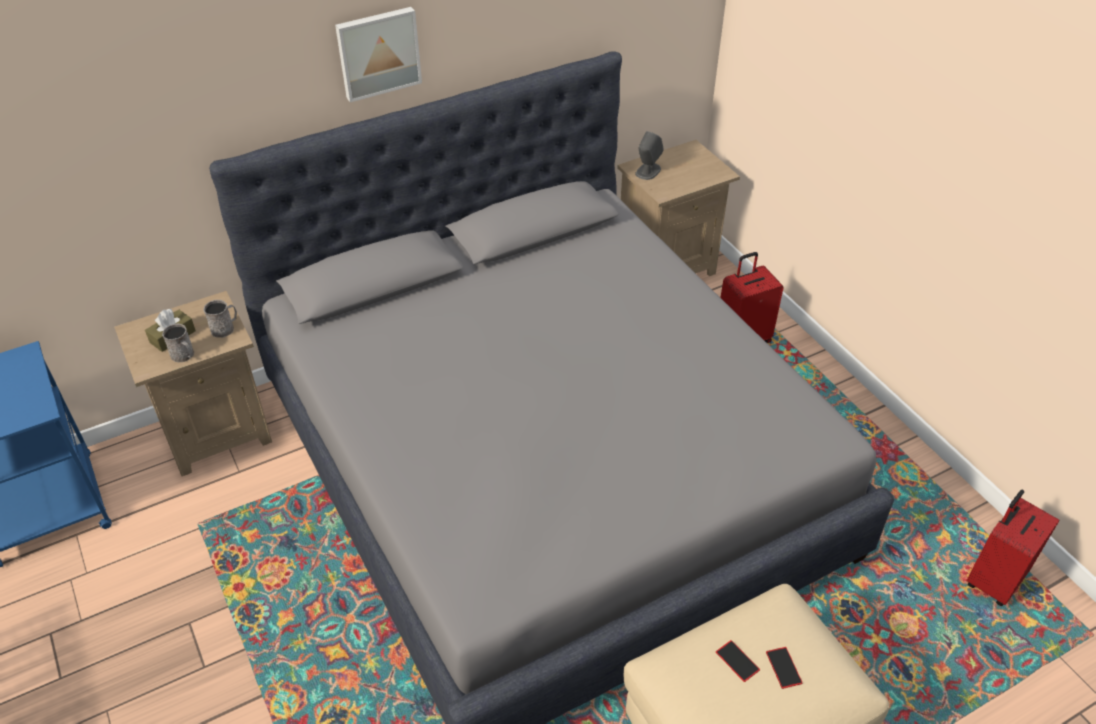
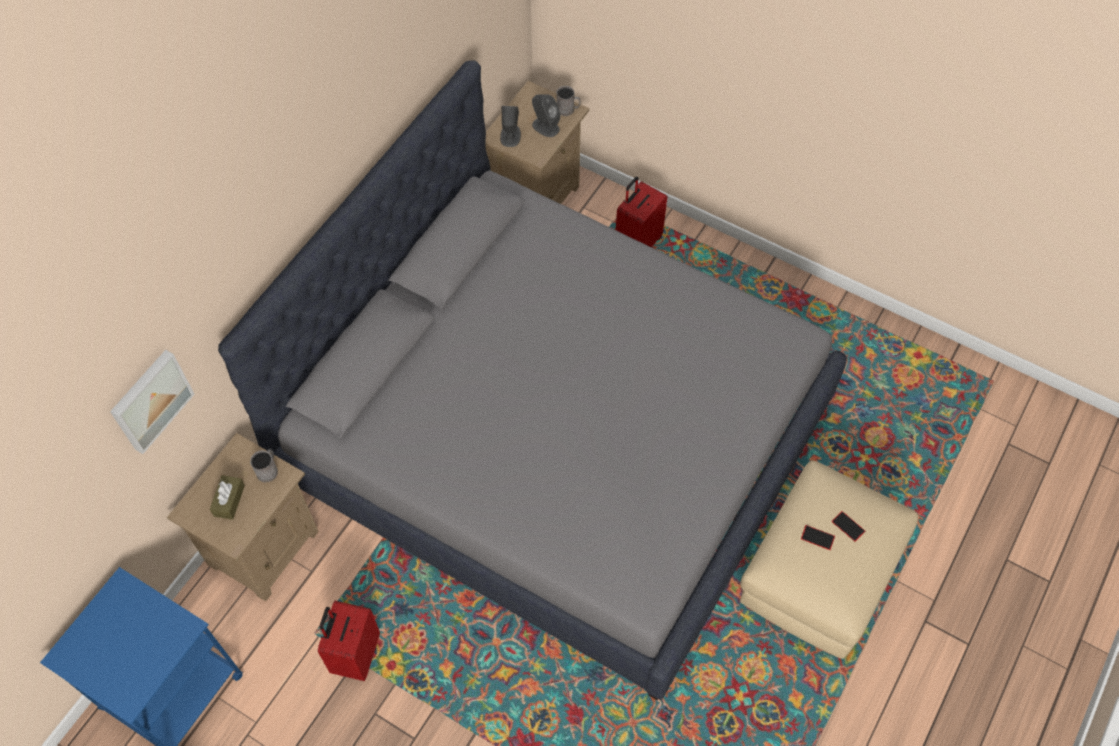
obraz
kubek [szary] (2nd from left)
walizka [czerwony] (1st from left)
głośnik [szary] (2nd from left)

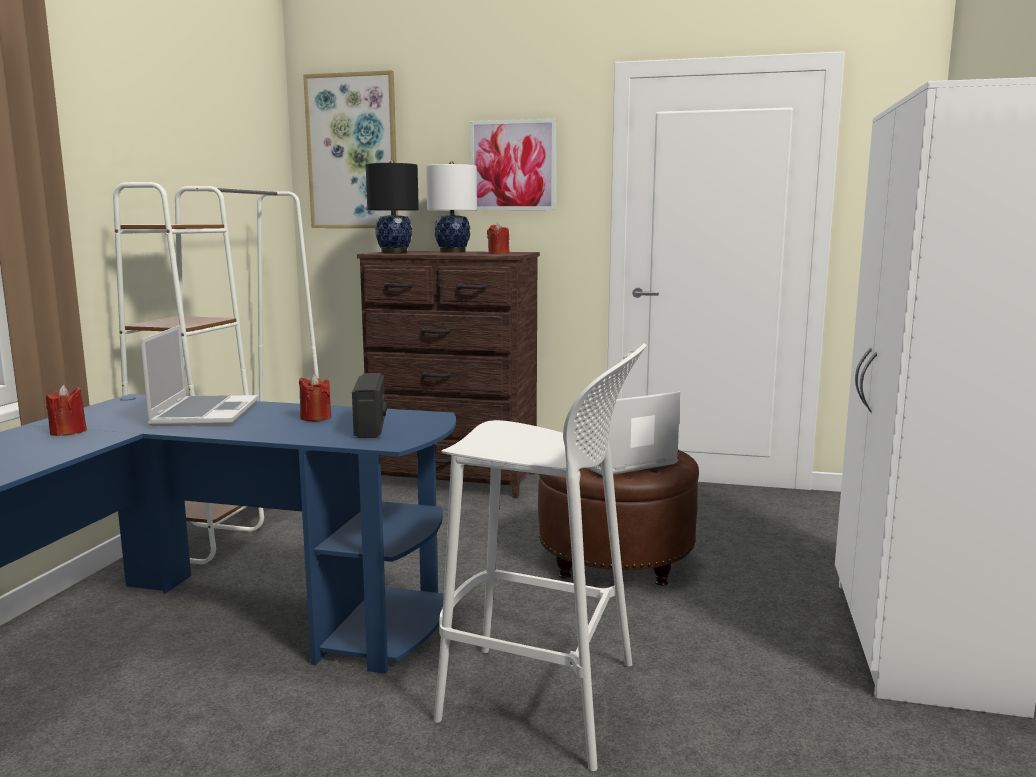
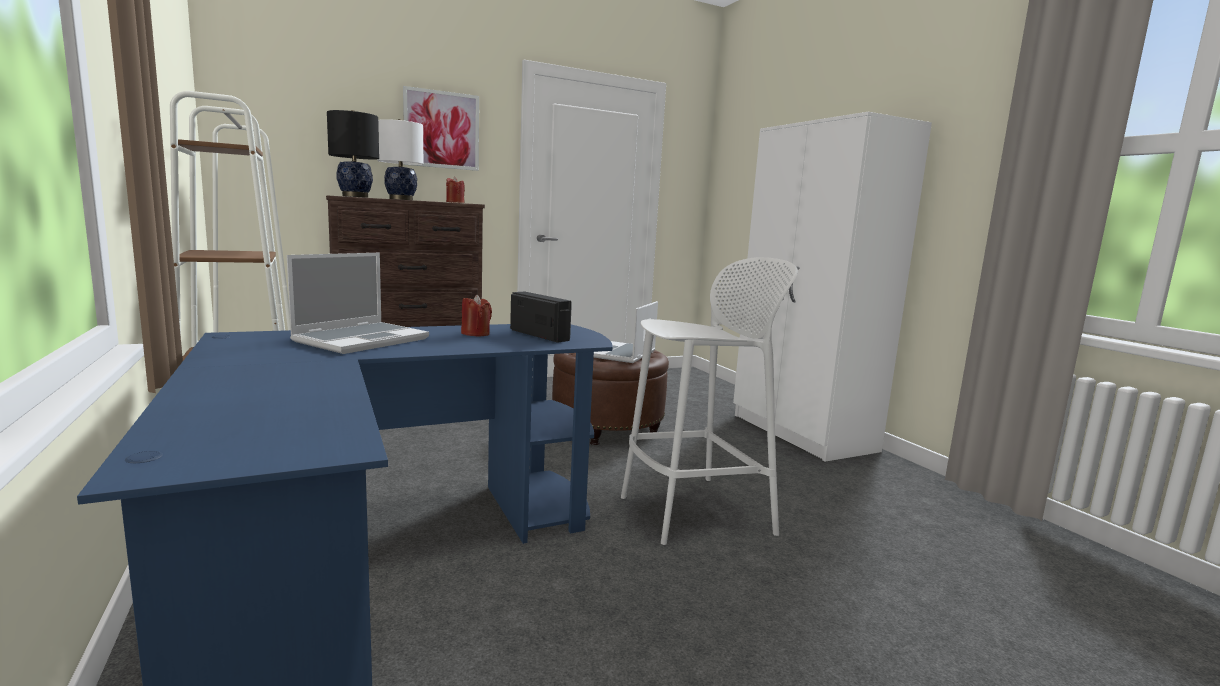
obraz (1st from left in the first image)
laptop (1st from left)
świeca [czerwony] (1st from left in the first image)

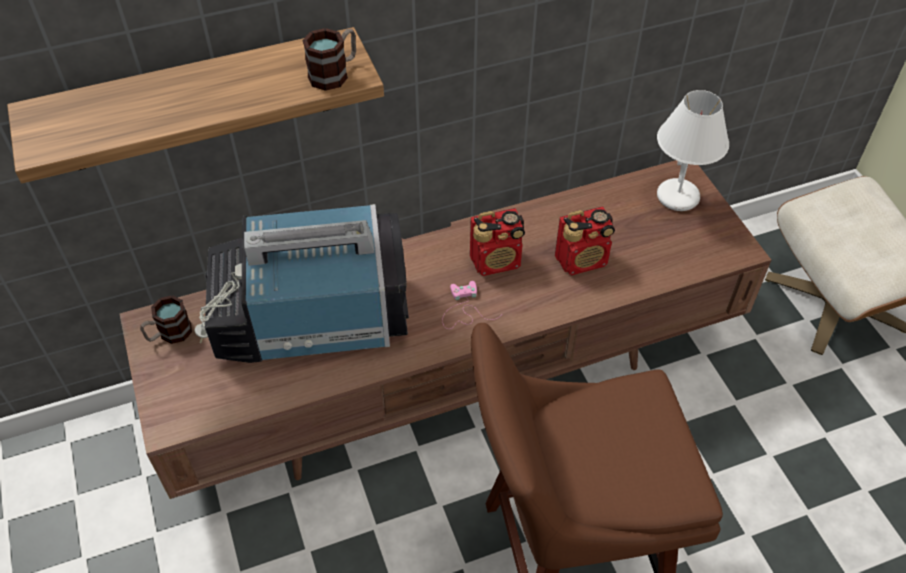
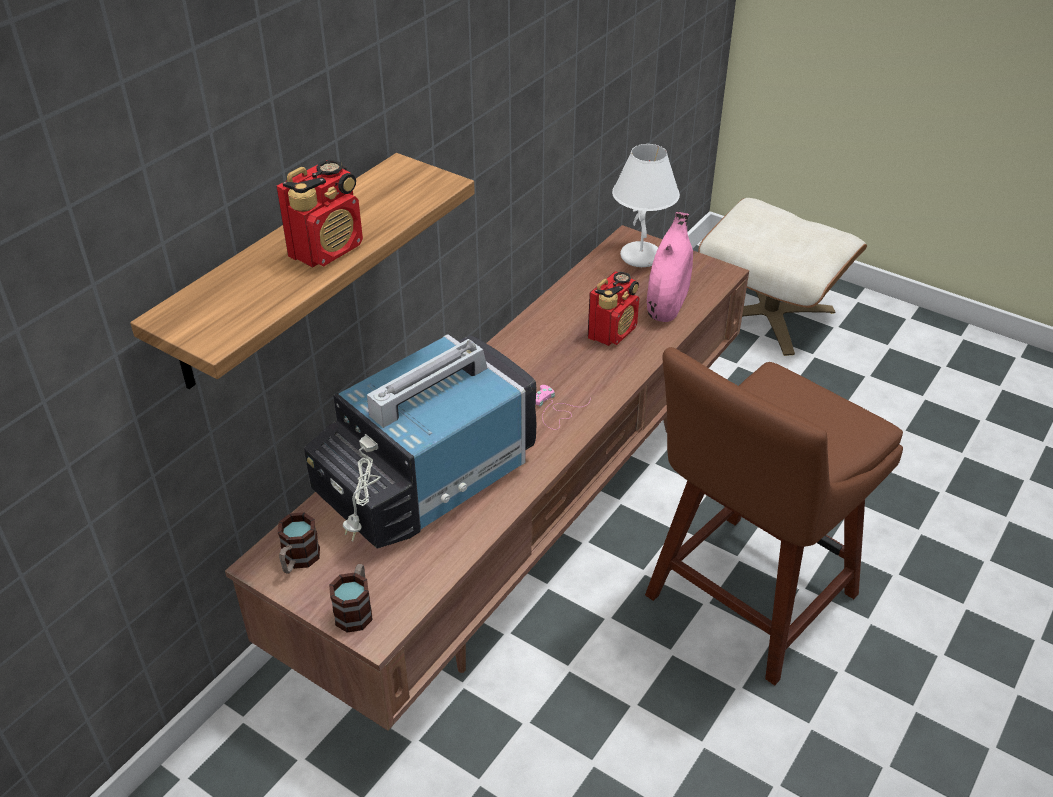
kubek (2nd from left)
radio (1st from left)
wazon [różowy]

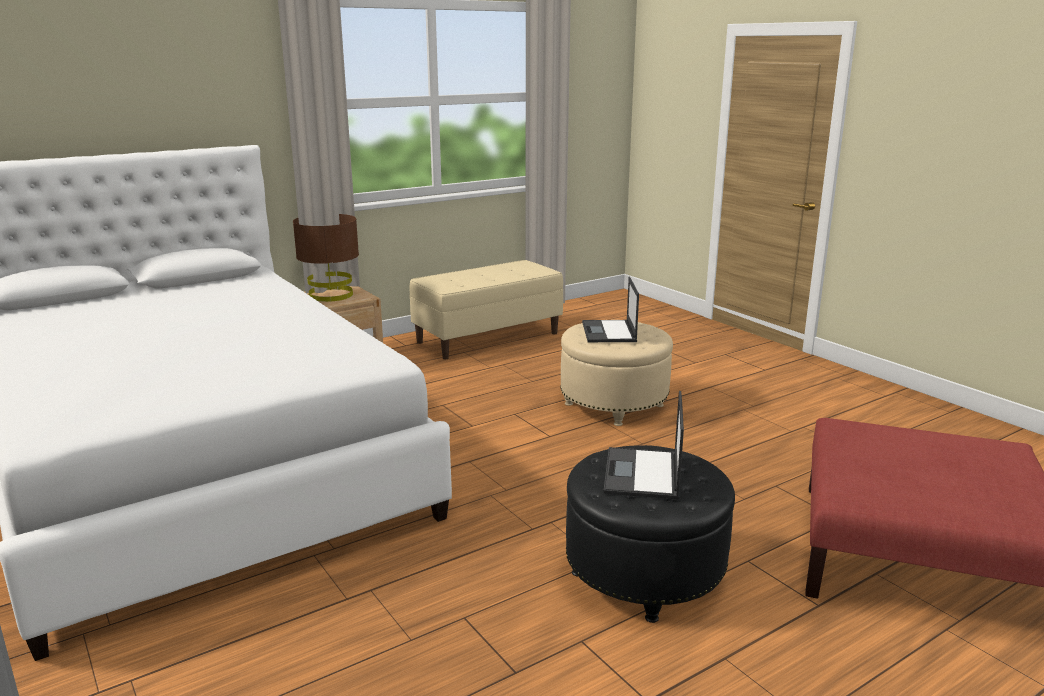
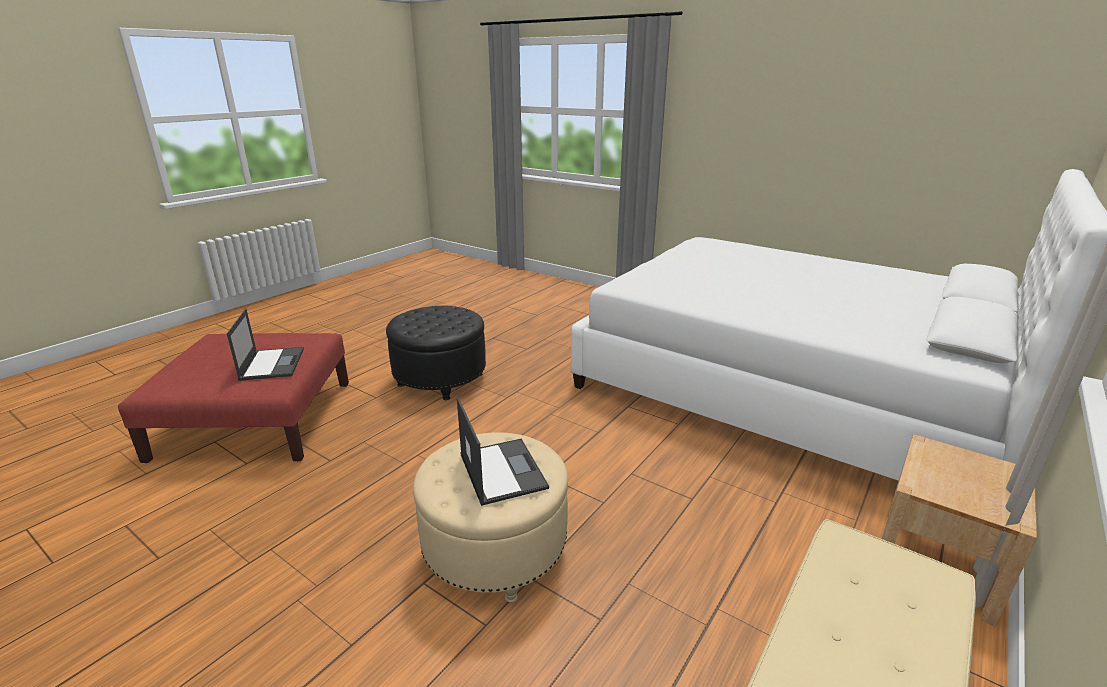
lampa stołowa [brązowy]
laptop (1st from left)

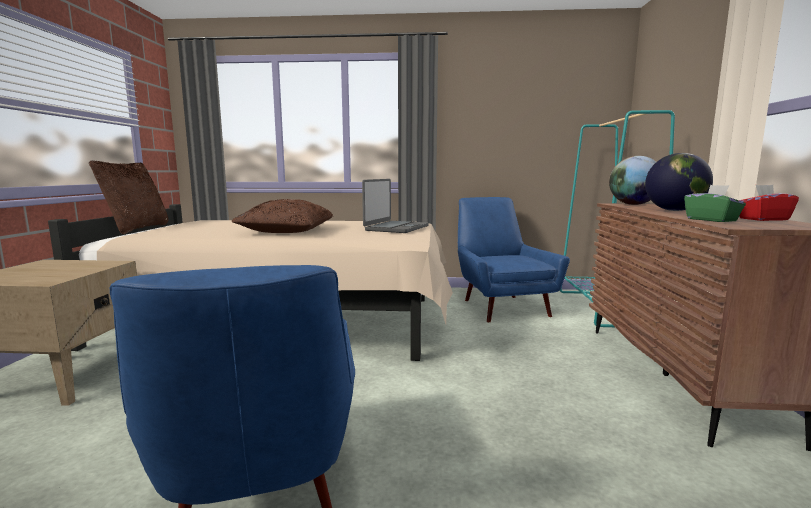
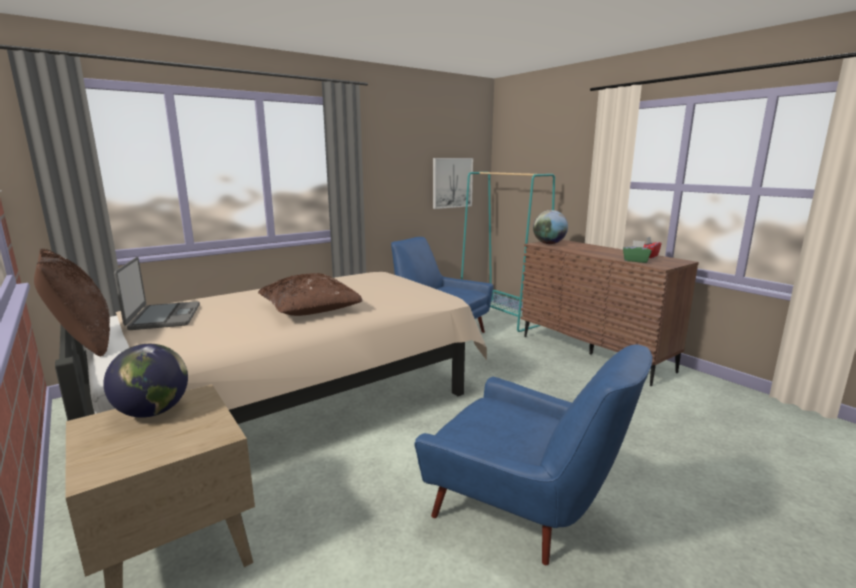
globus (1st from left)
laptop
obraz

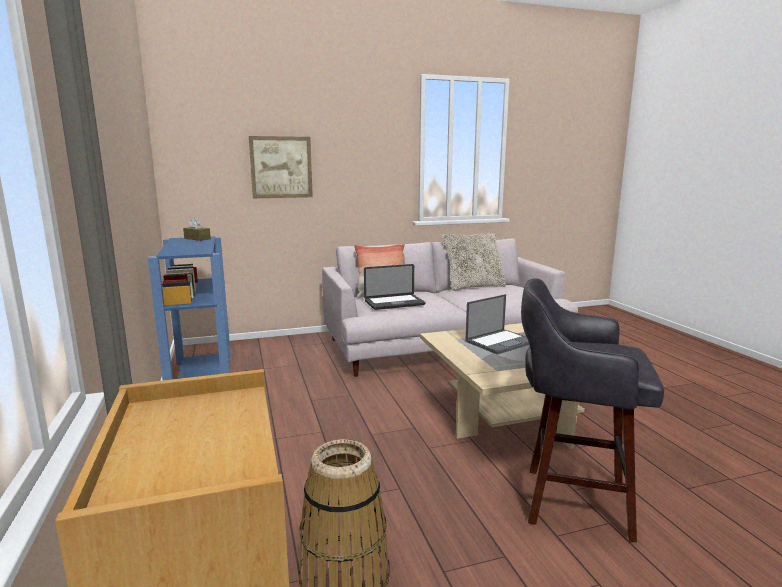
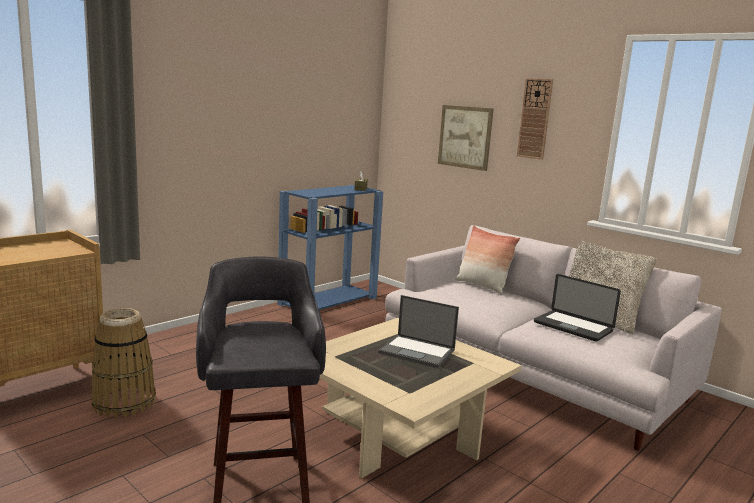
laptop (2nd from left)
zegar ścienny

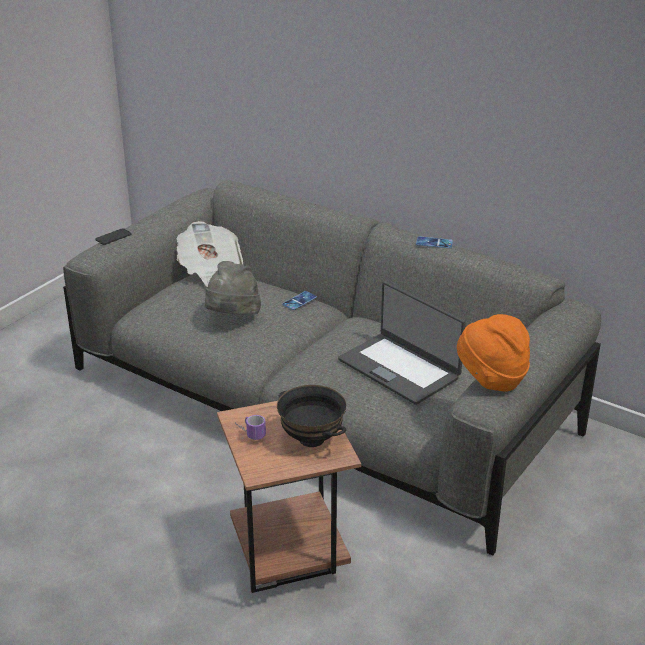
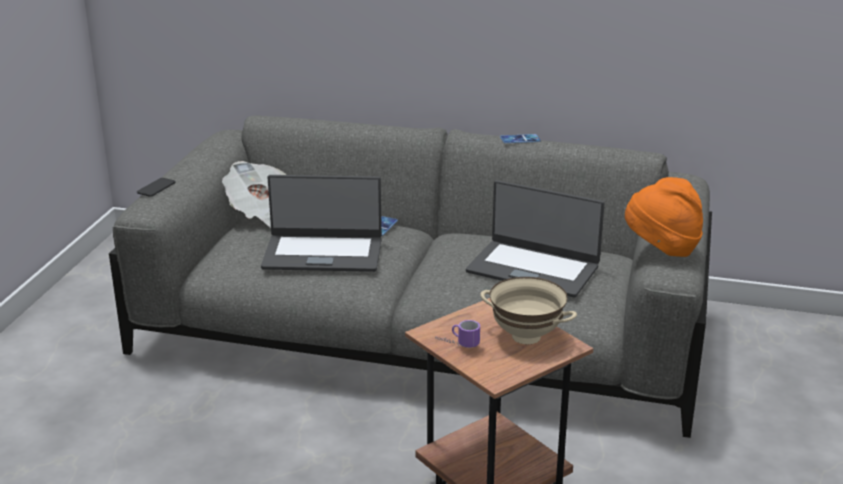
laptop (1st from left)
miska [beżowy]

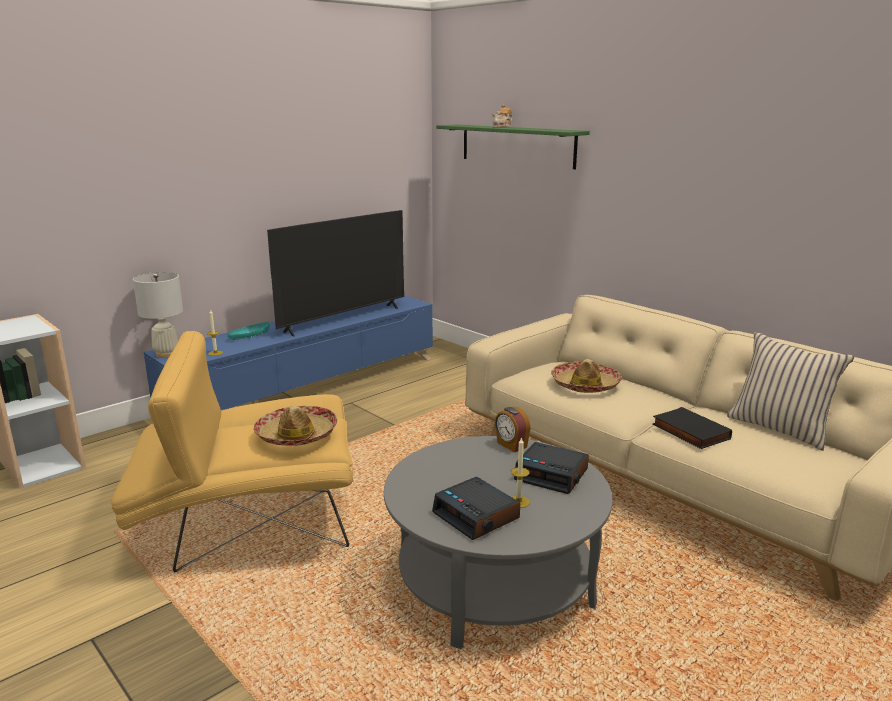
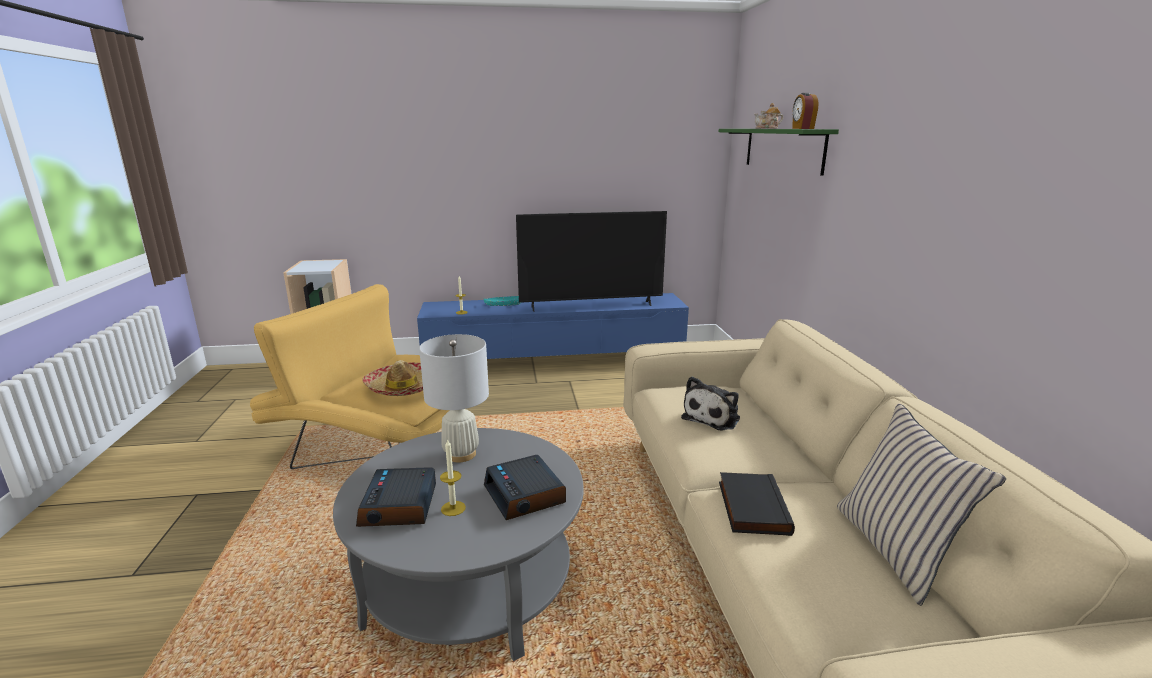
lampa stołowa [biały]
pluszak
budzik (3rd from left)

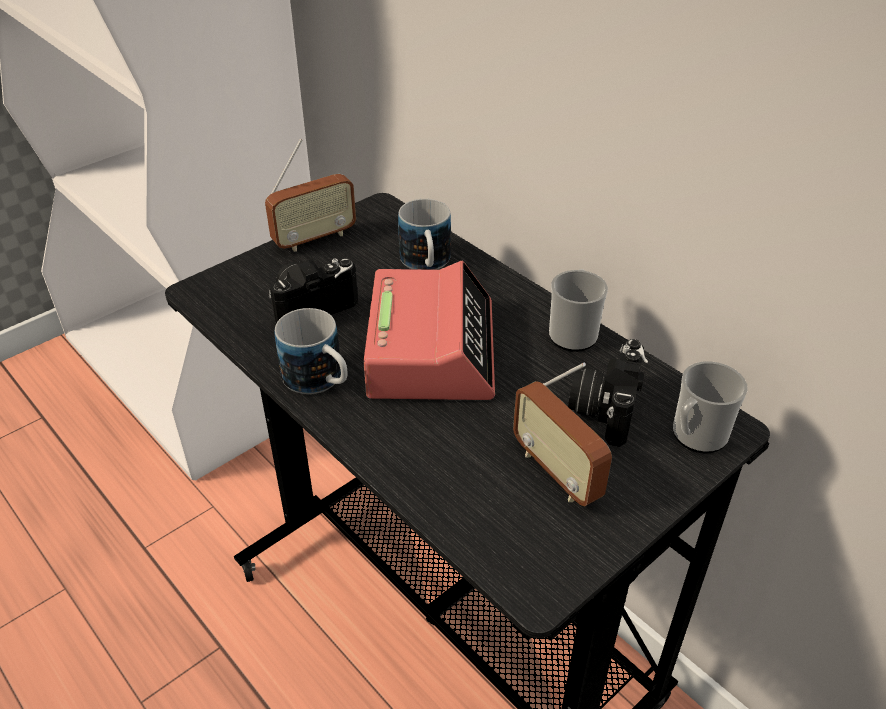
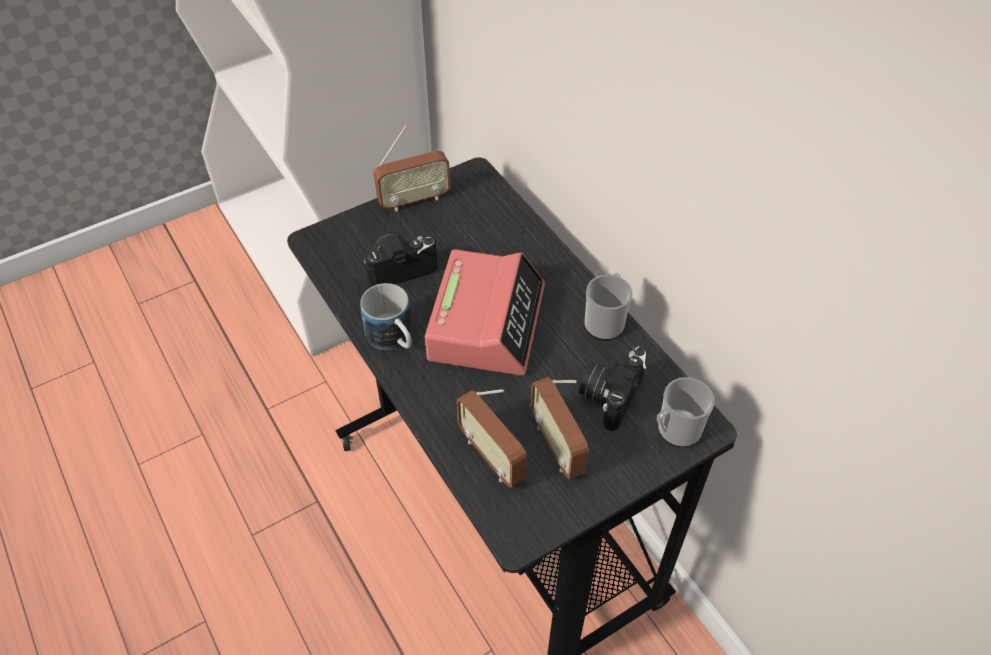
kubek (2nd from left in the first image)
radio (2nd from left)

